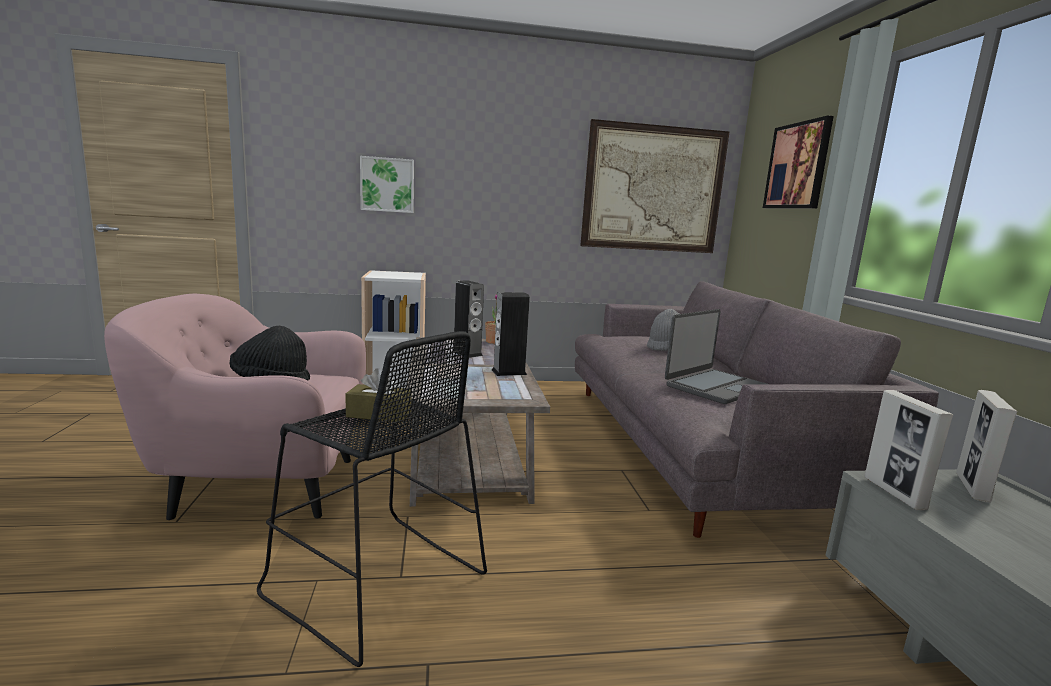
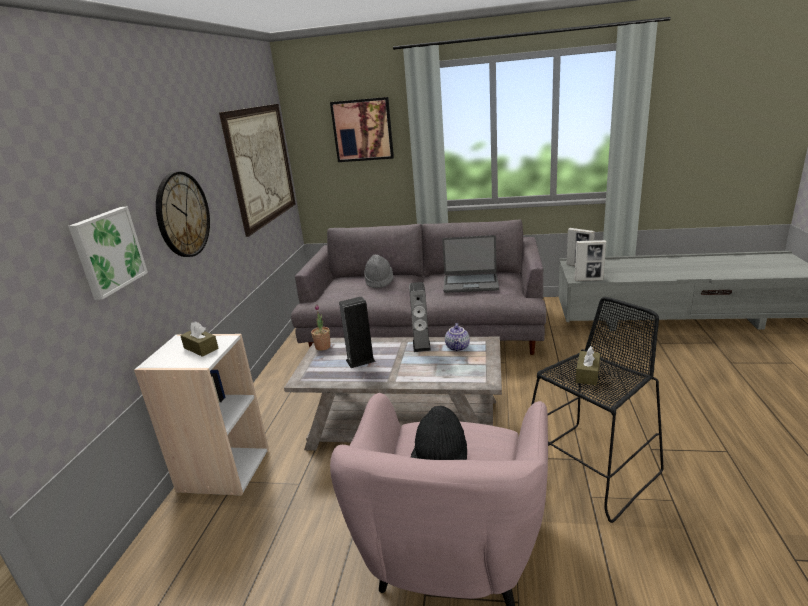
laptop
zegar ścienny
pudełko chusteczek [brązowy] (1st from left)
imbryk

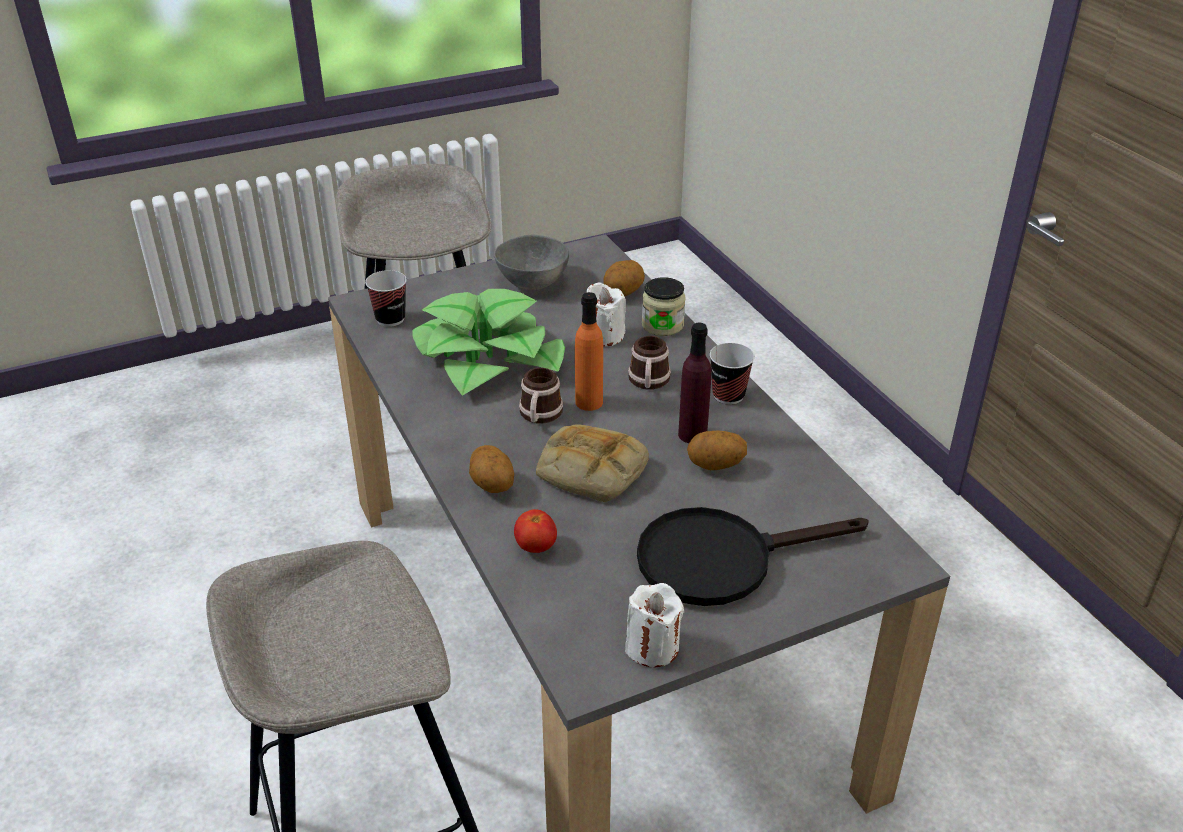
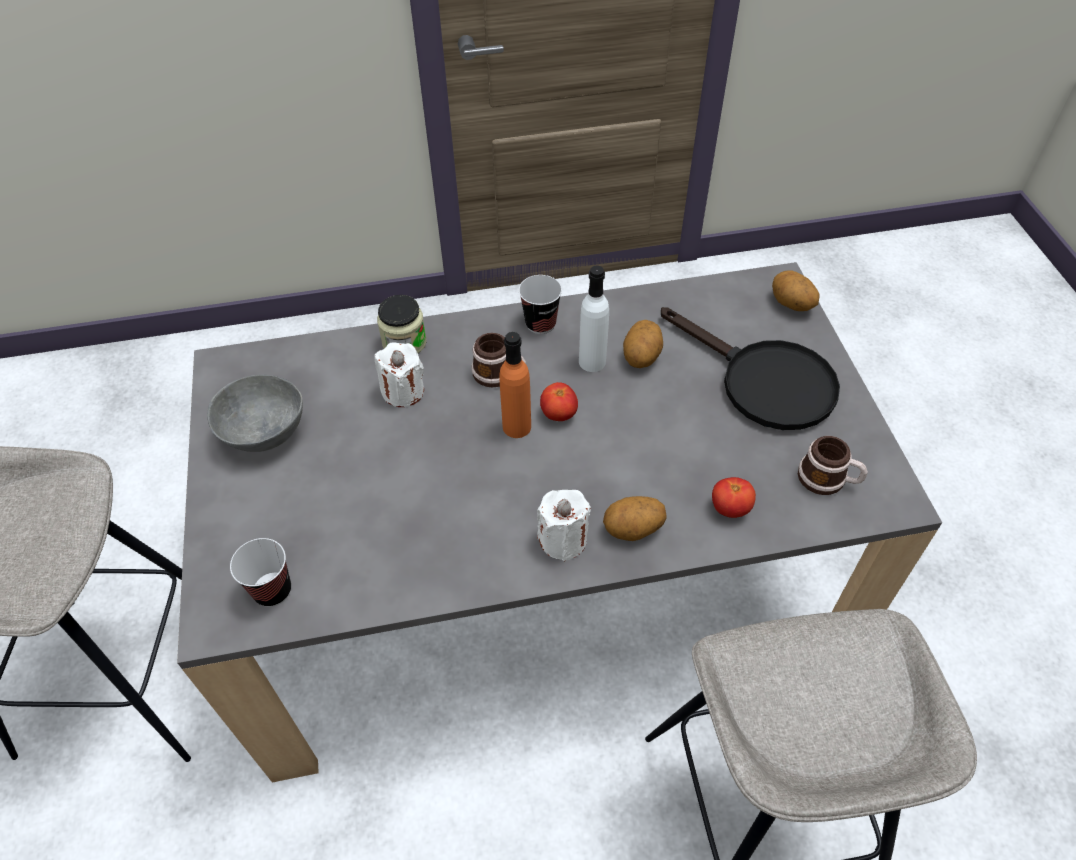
ziemniak (3rd from left)
roślina doniczkowa
butelka [biały]
kubek (2nd from left)
chleb
patelnia [czarny]
świeca [biały] (2nd from left)
pomidor (1st from left)

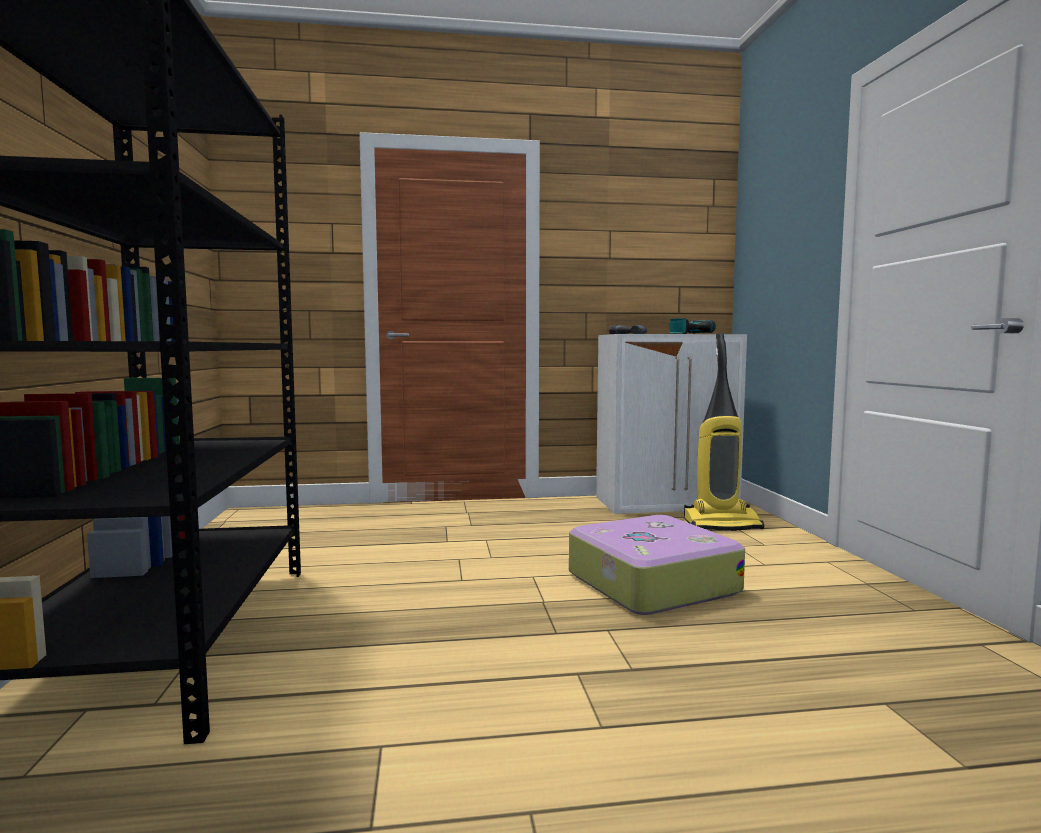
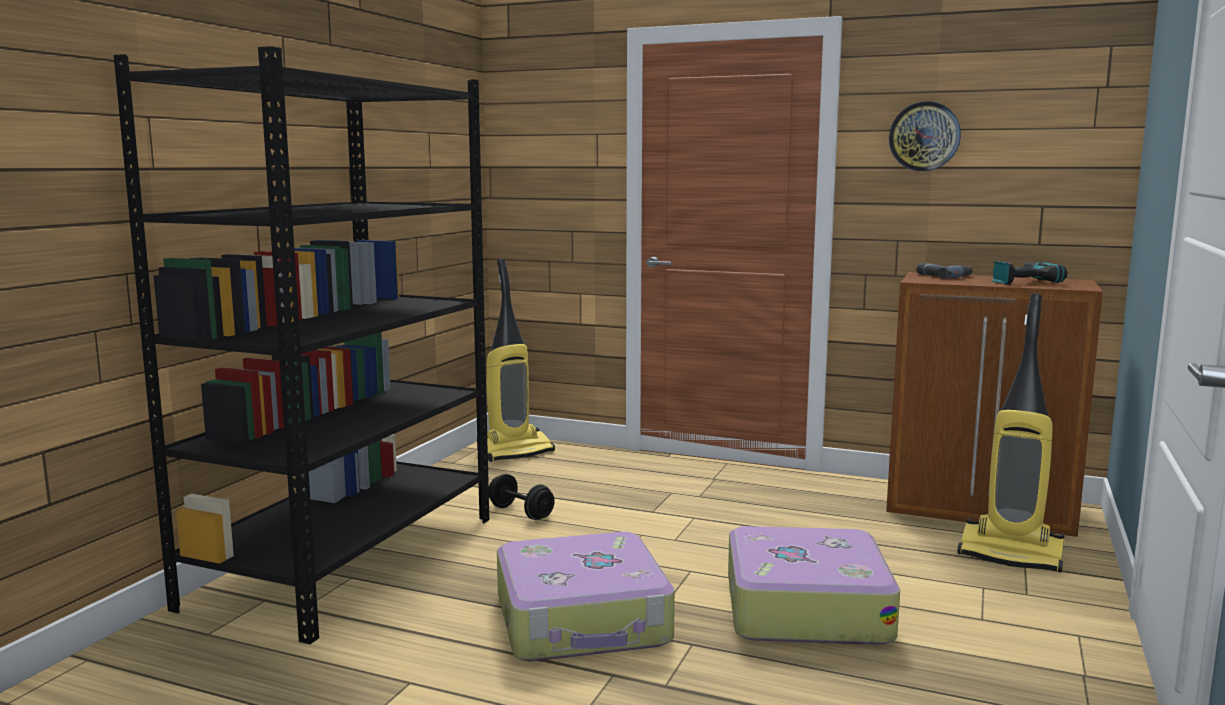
szafka [brązowy]
zegar ścienny
odkurzacz (1st from left)
hantel [czarny]
walizka (1st from left)

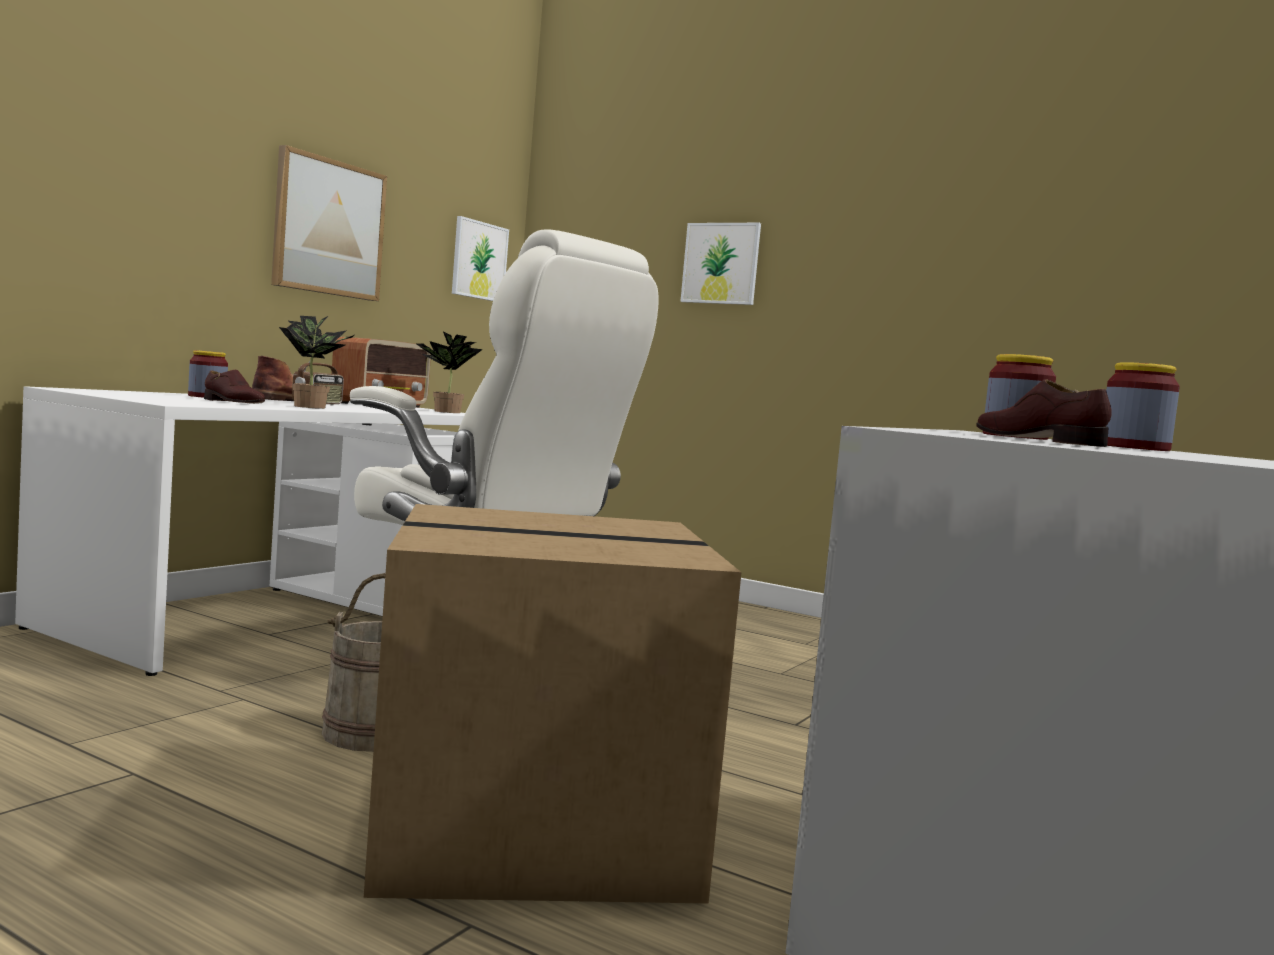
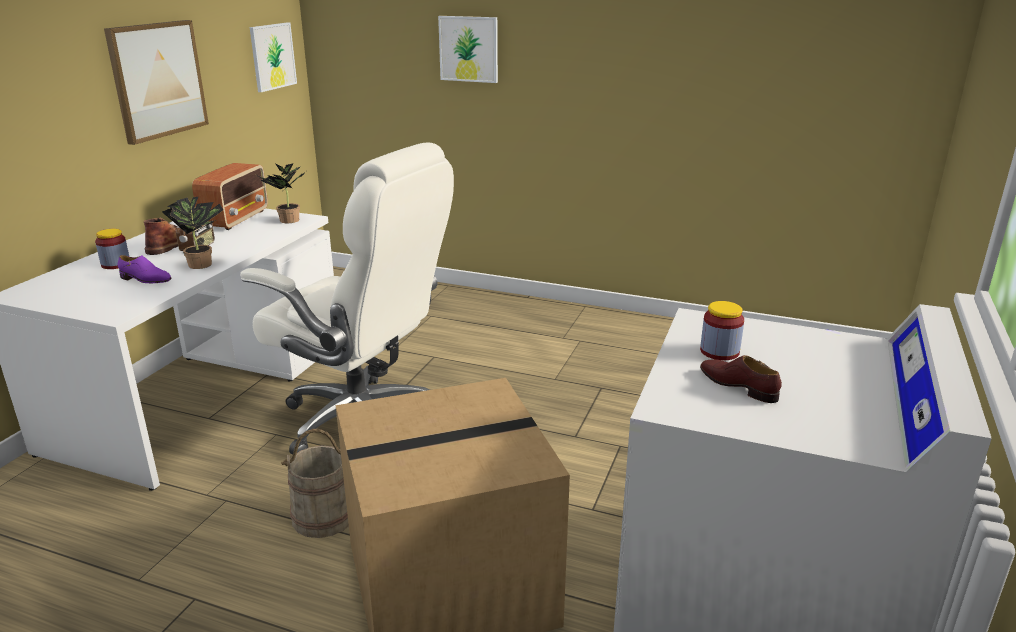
słoik (3rd from left in the first image)
but [fioletowy]

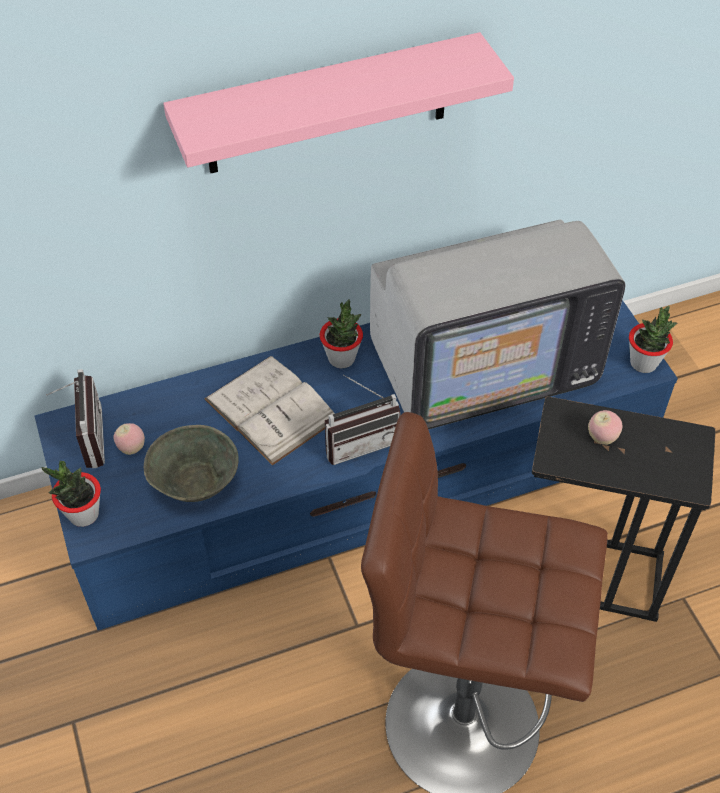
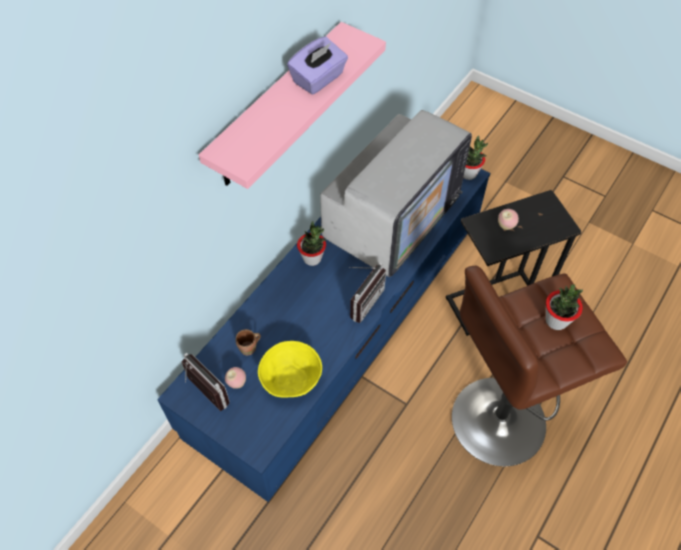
książka [biały]
miska [żółty]
roślina doniczkowa (3rd from left)
pudełko chusteczek [fioletowy]
kubek [brązowy]

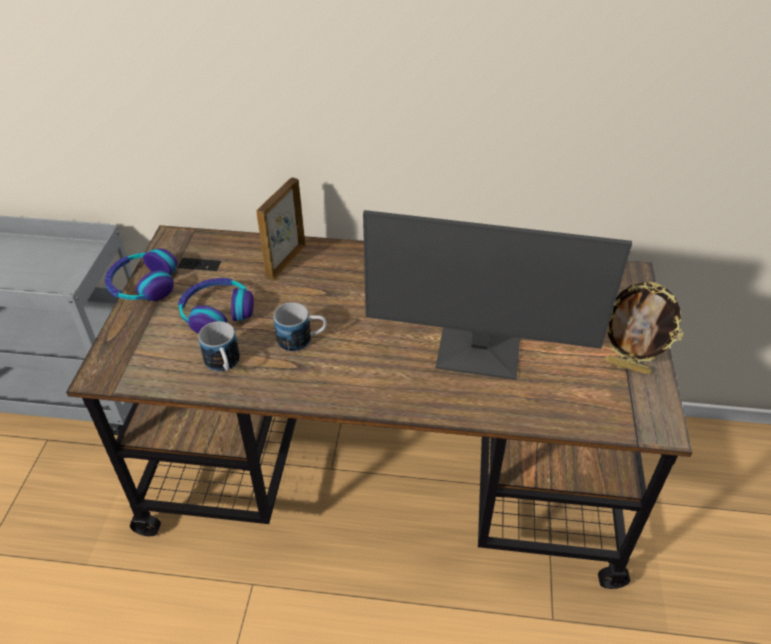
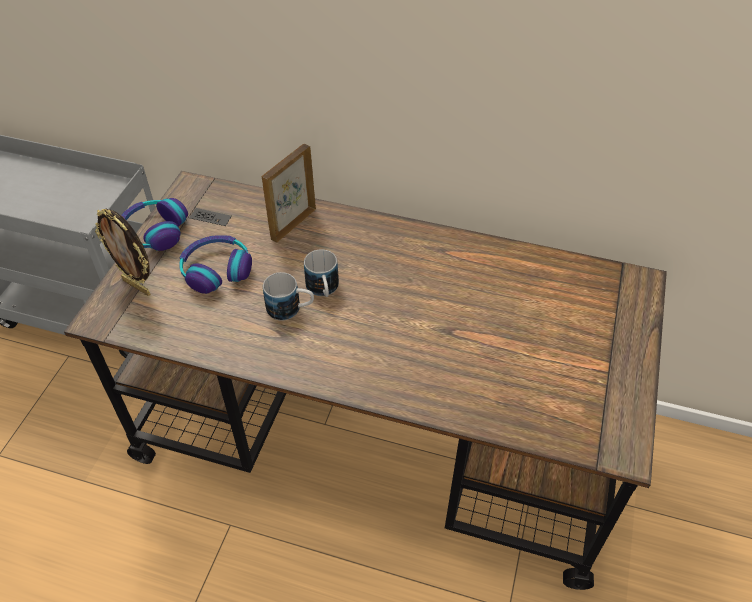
monitor
ramka na zdjęcie (1st from left)
kubek (2nd from left)

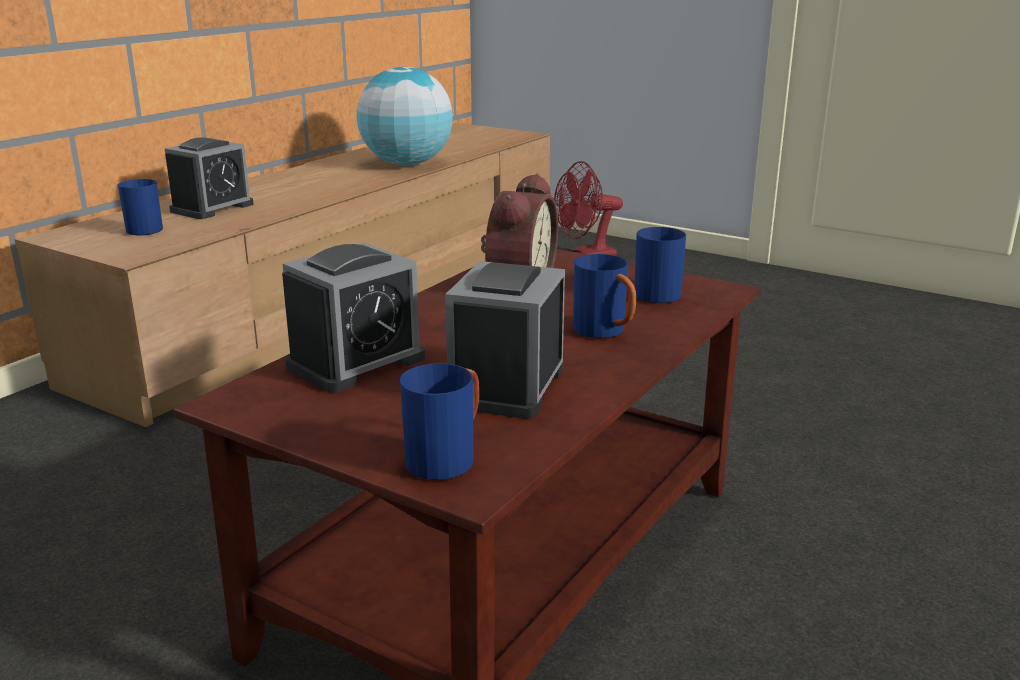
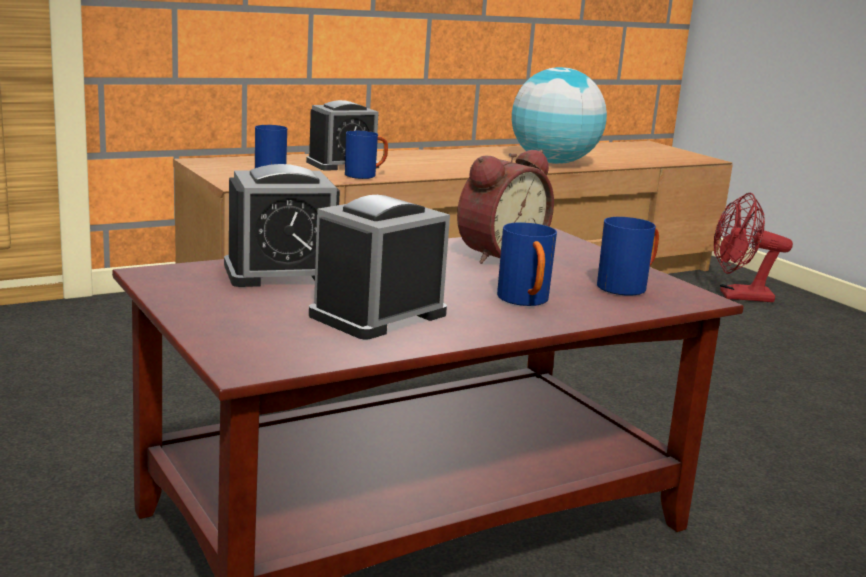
kubek [niebieski] (2nd from left)

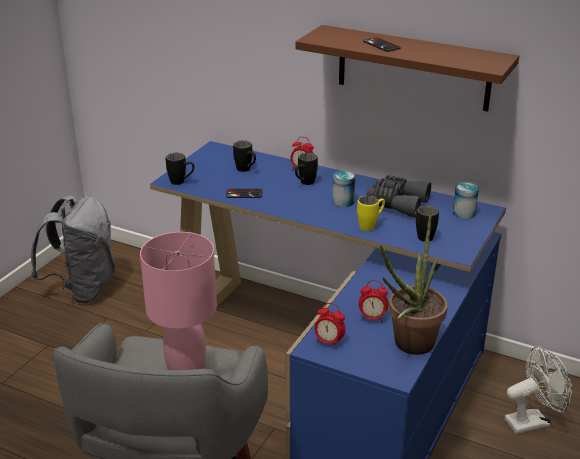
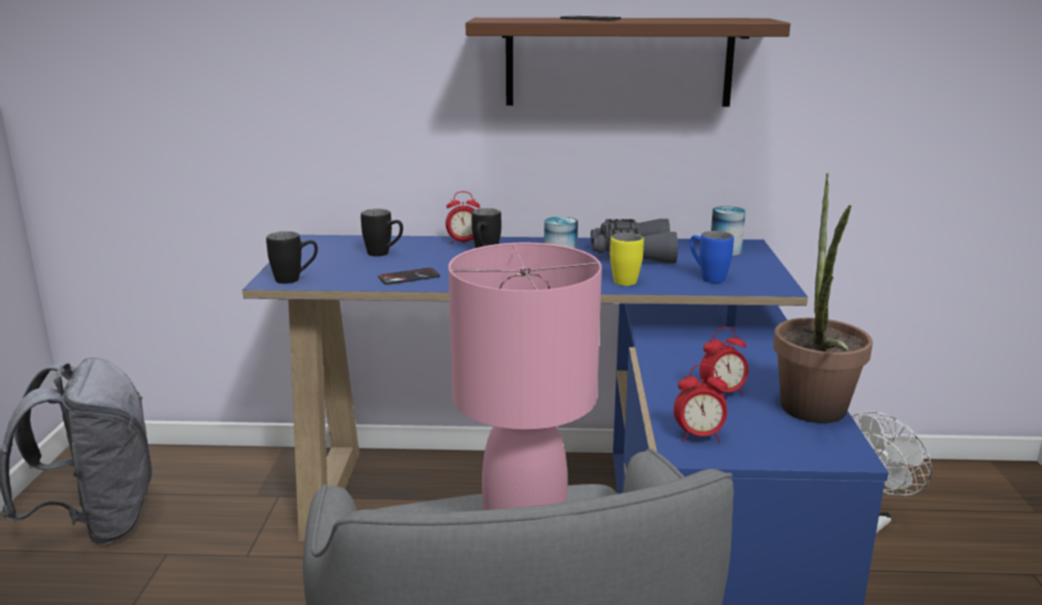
kubek [niebieski]

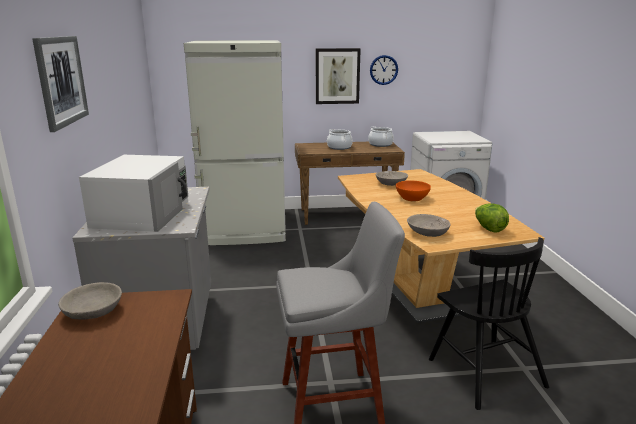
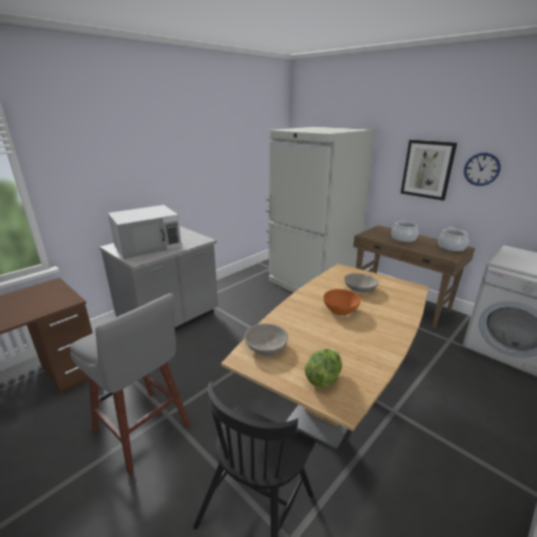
obraz (1st from left in the first image)
miska [szary] (1st from left in the first image)

